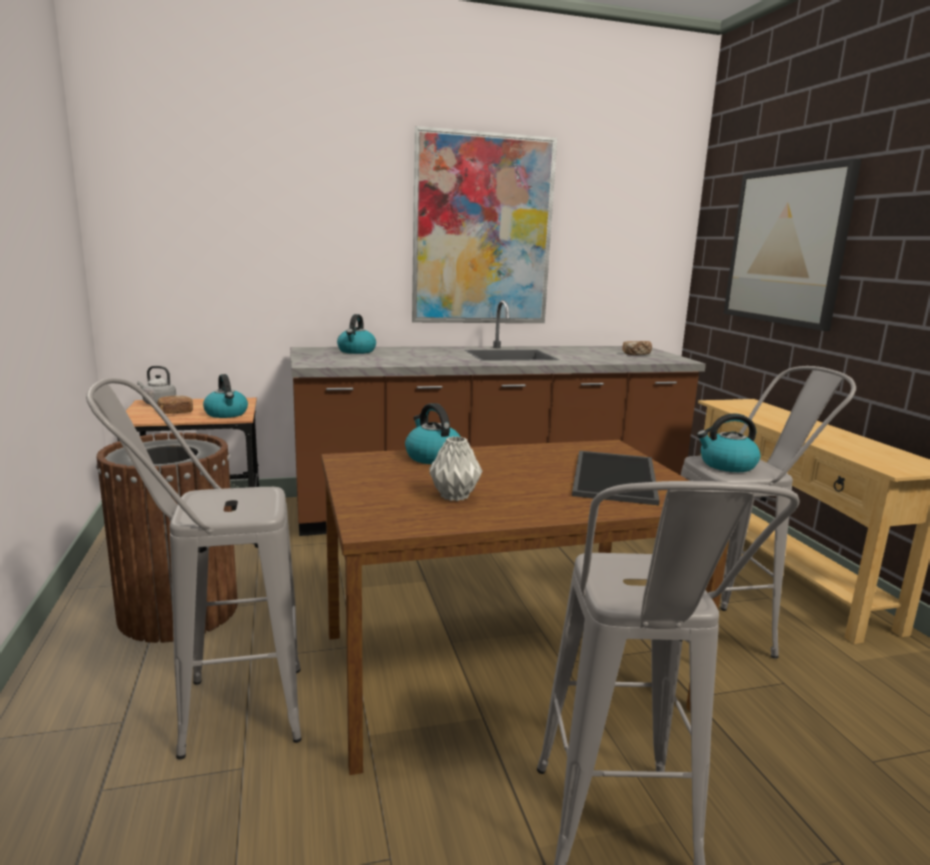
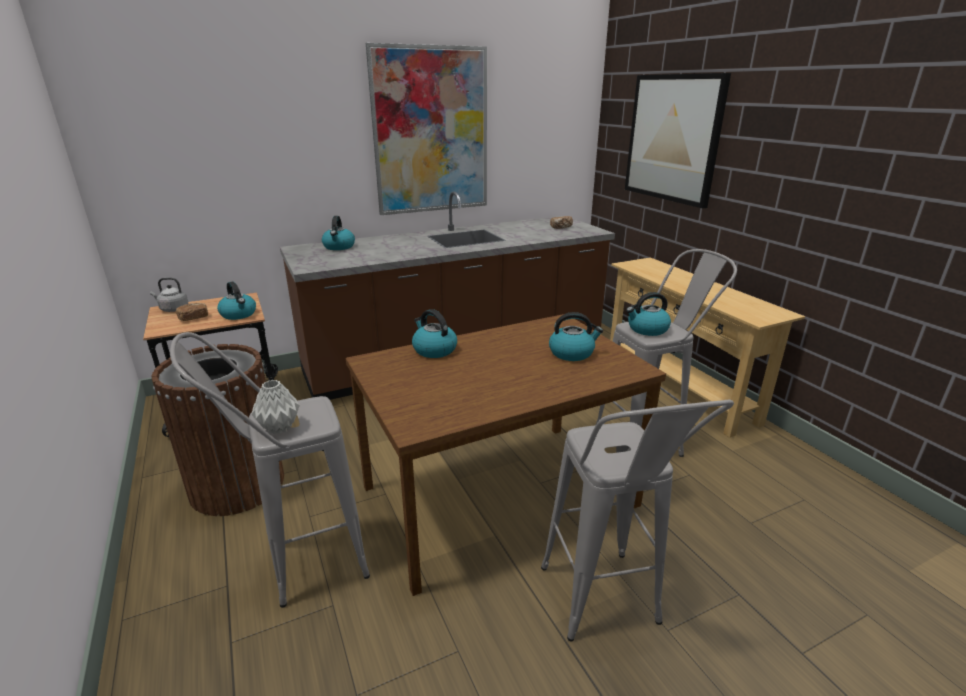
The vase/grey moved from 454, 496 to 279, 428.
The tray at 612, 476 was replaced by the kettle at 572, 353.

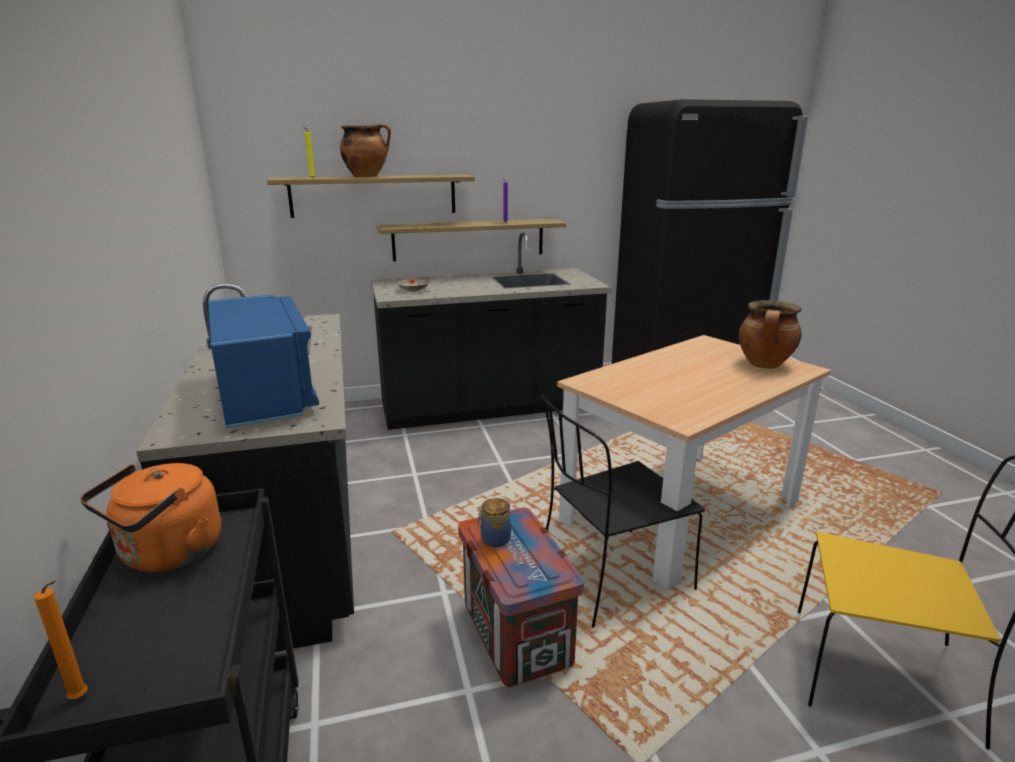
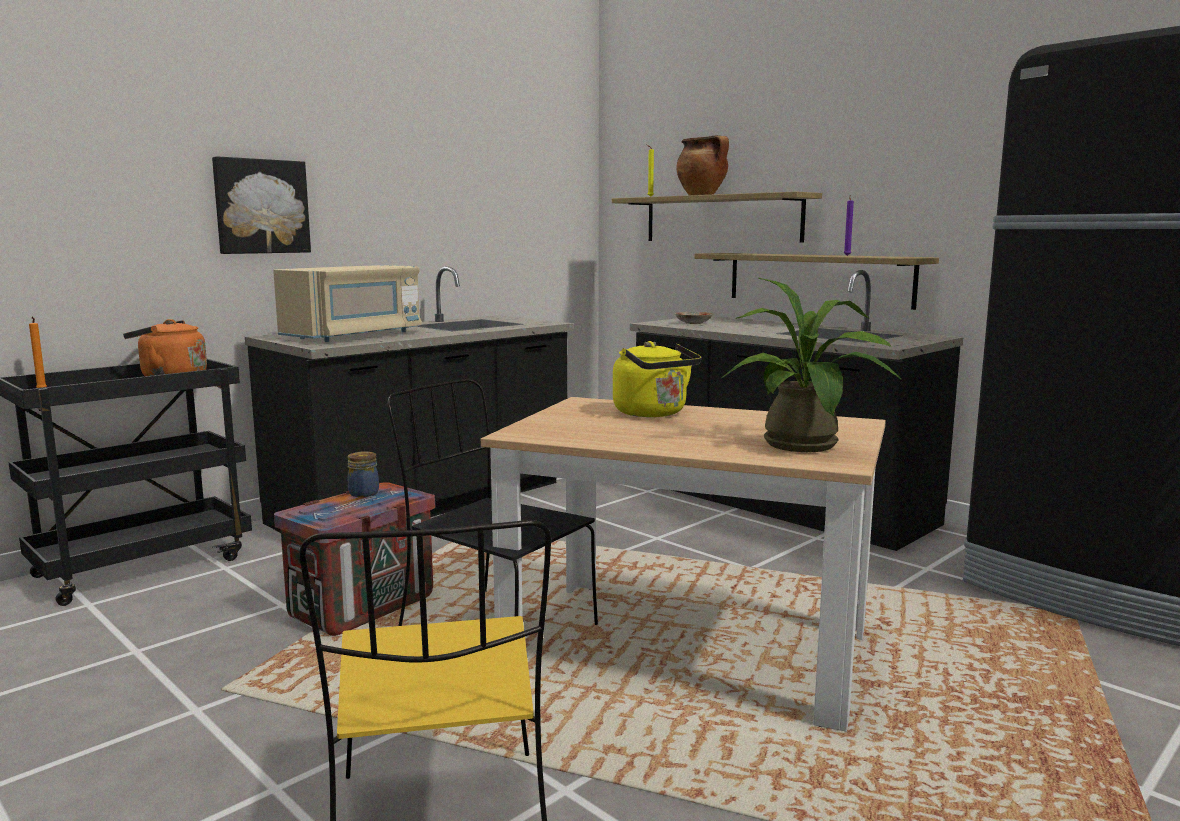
The picture at 261, 206 appeared.
The kettle/yellow at 653, 413 appeared.
The cooking pot at 765, 365 was replaced by the potted plant at 805, 447.
The microwave/blue at 265, 395 became the microwave/beige at 355, 336.

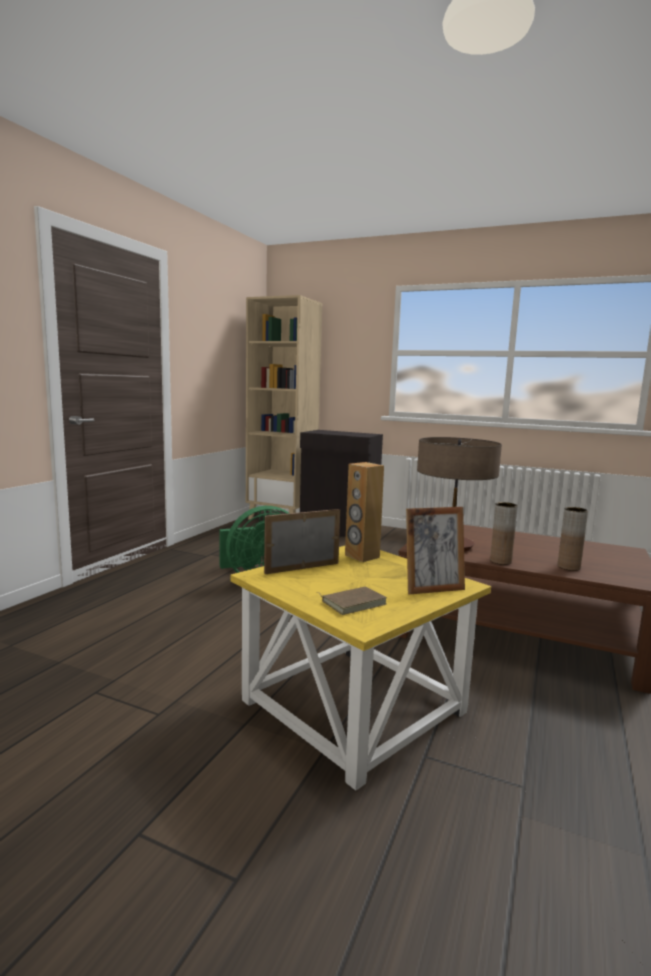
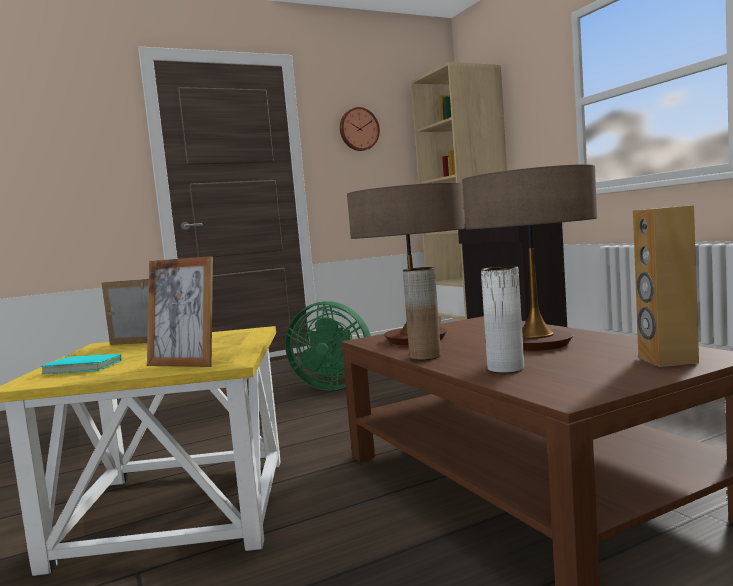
The wall clock at 358, 129 appeared.
The table lamp at 536, 344 appeared.
The speaker/brown moved from 361, 556 to 666, 360.
The book/brown at 353, 602 became the book/turquoise at 84, 367.
The vase/brown at 568, 567 became the vase/white at 505, 368.

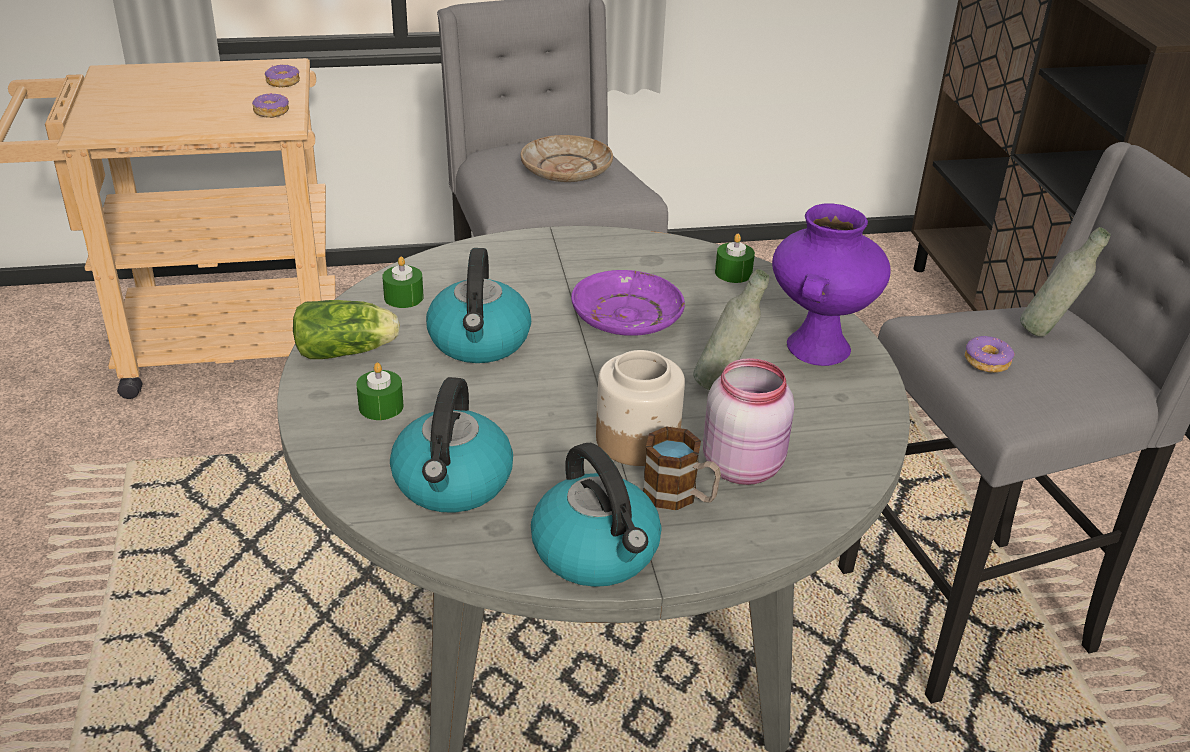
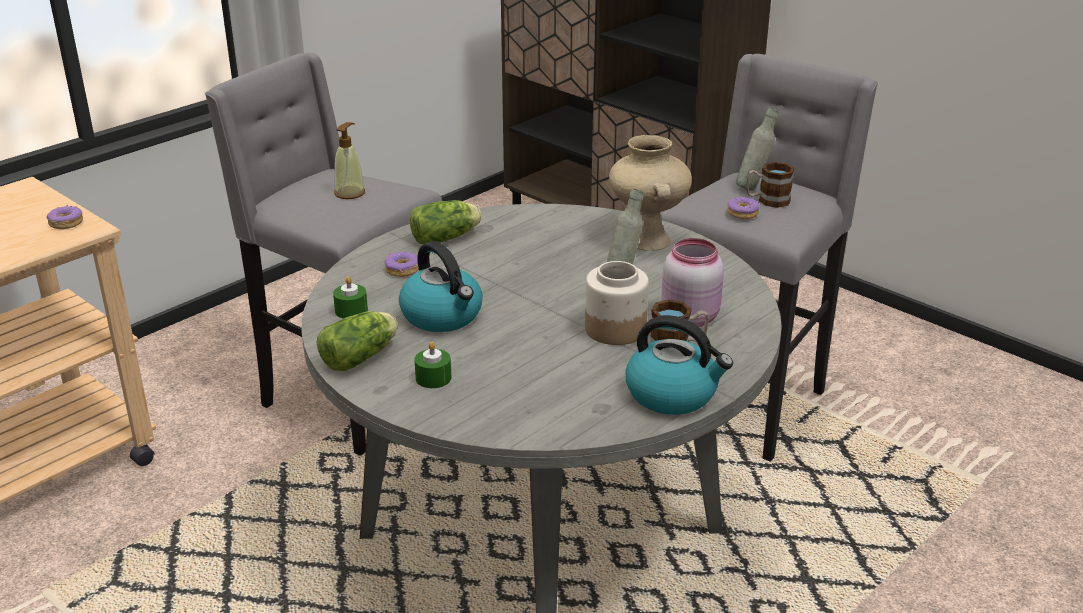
The kettle at 453, 483 disappeared.
The plate/purple at 626, 316 disappeared.
The candle/green at 733, 273 disappeared.
The lettuce at 447, 238 appeared.
The mug at 767, 200 appeared.
The donut moved from 282, 82 to 402, 270.
The plate/beige at 566, 170 was replaced by the soap dispenser at 350, 193.
The vase/purple at 817, 346 became the vase/beige at 646, 240.

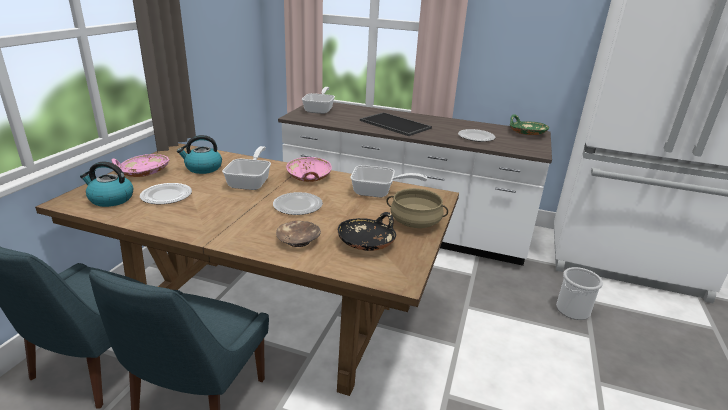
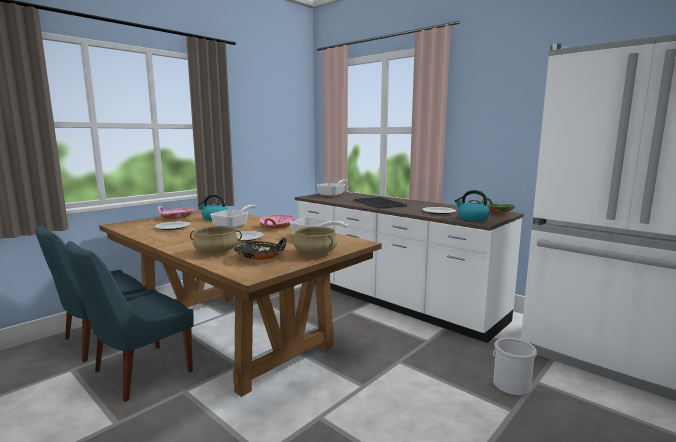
The kettle moved from 110, 199 to 472, 218.
The bowl/brown at 298, 240 was replaced by the cooking pot/beige at 216, 251.

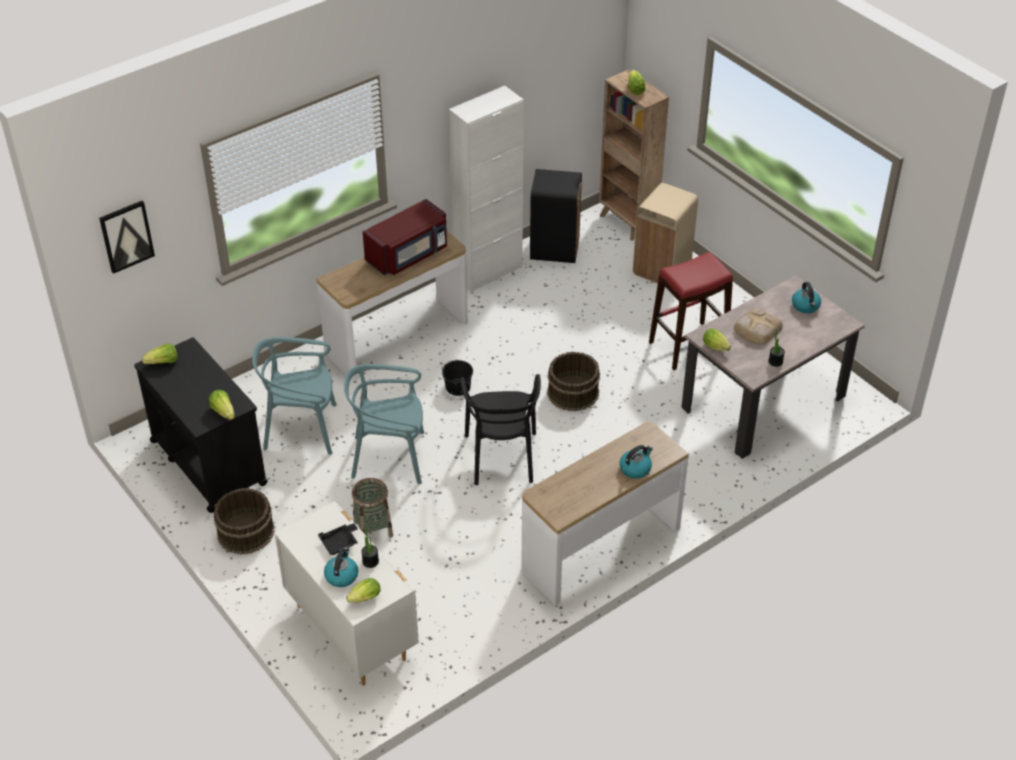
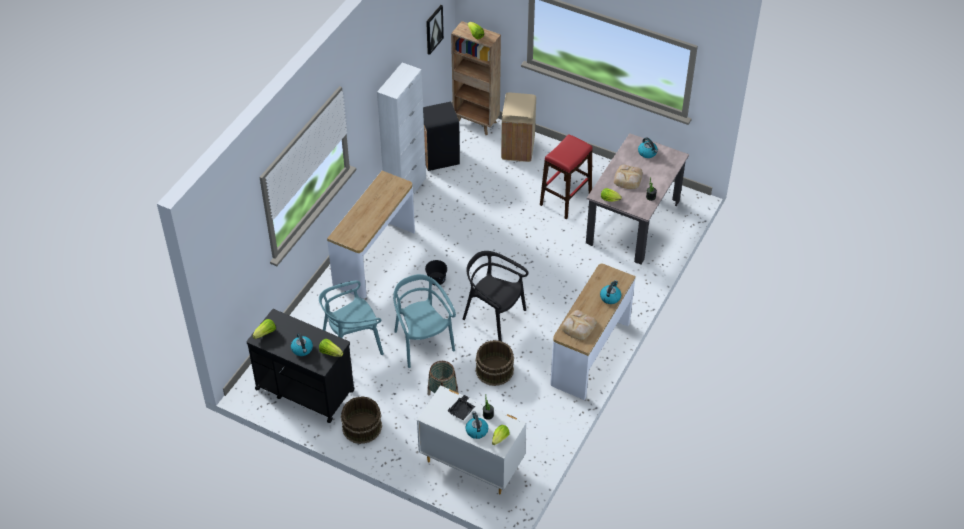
The microwave/red at 408, 255 disappeared.
The kettle at 302, 349 appeared.
The bread at 578, 327 appeared.
The picture moved from 126, 236 to 434, 29.
The bucket/brown moved from 572, 392 to 494, 370.
The chair/turquoise at 389, 457 turned 90 degrees clockwise.
The chair/black at 501, 457 turned 150 degrees clockwise.

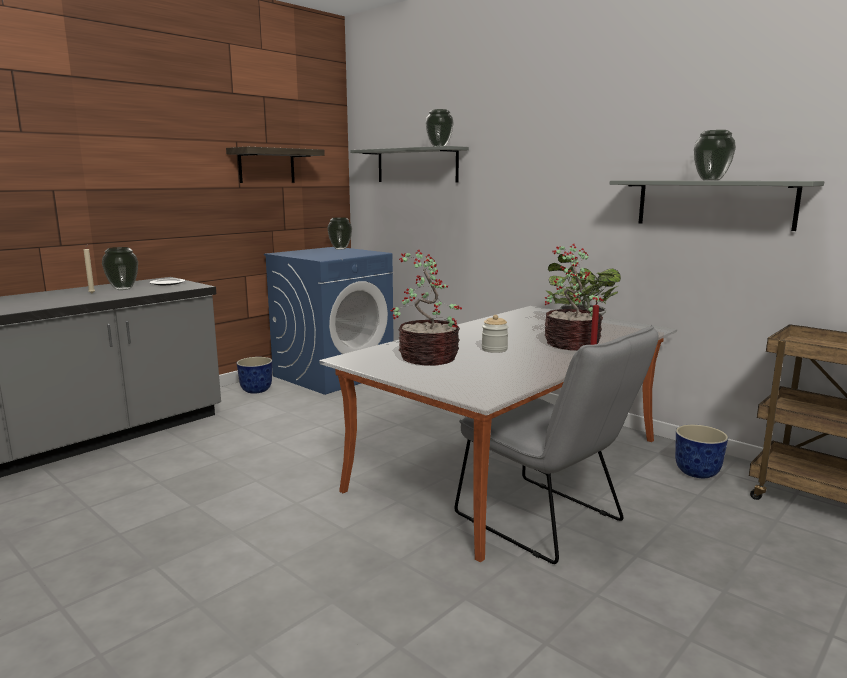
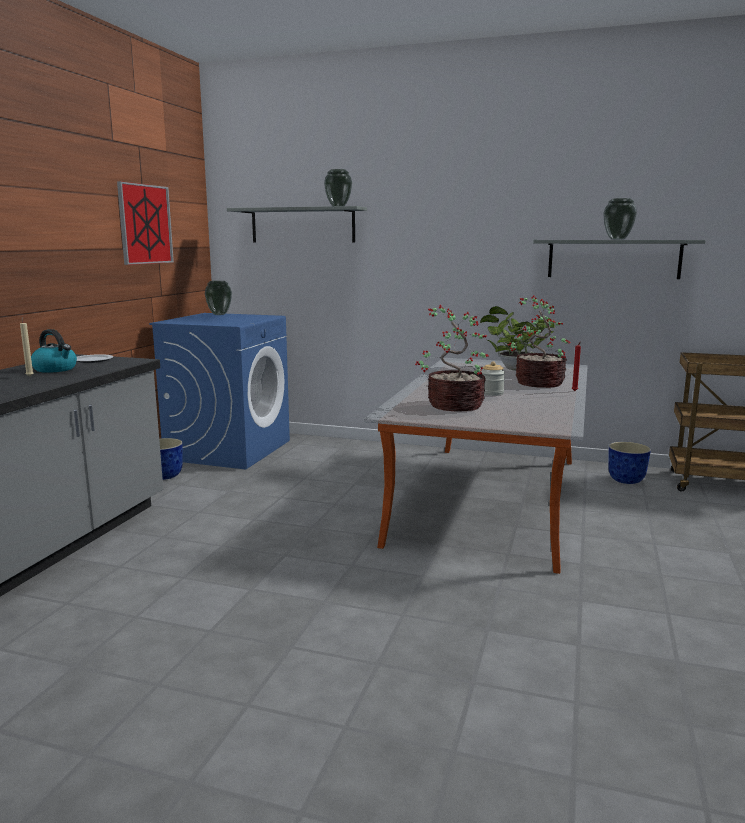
The chair/grey at 547, 522 disappeared.
The vase at 123, 289 was replaced by the kettle at 55, 369.
The shelf at 266, 166 was replaced by the picture at 145, 224.

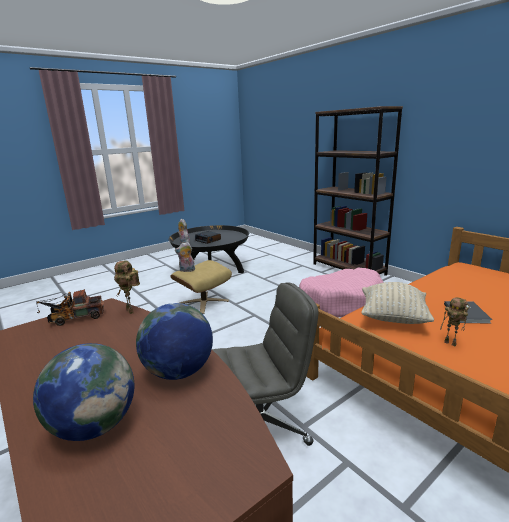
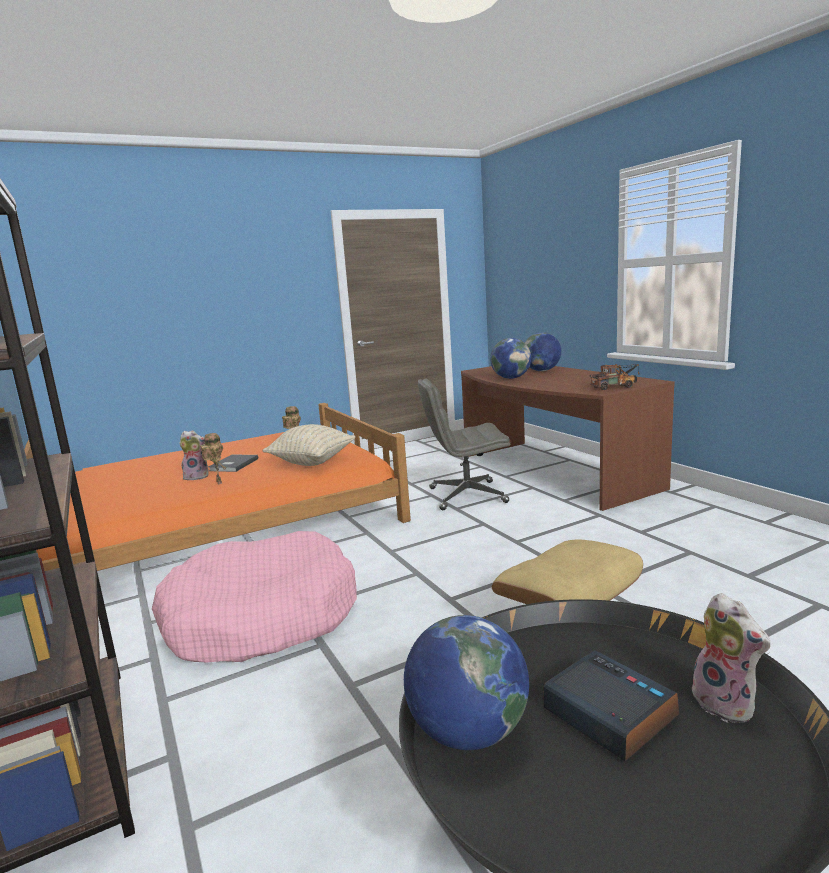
The globe at 468, 732 appeared.
The toy robot moved from 131, 311 to 217, 482.
The plush toy moved from 187, 271 to 197, 476.

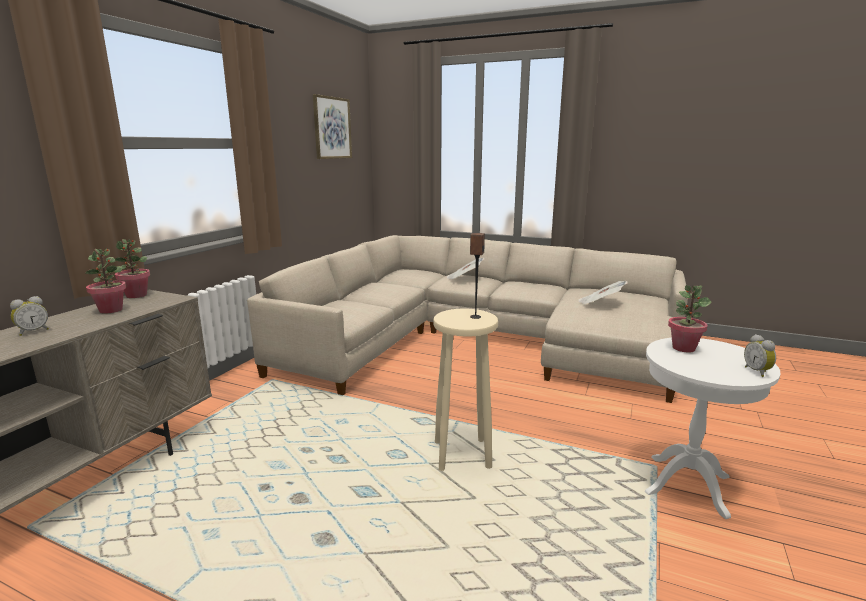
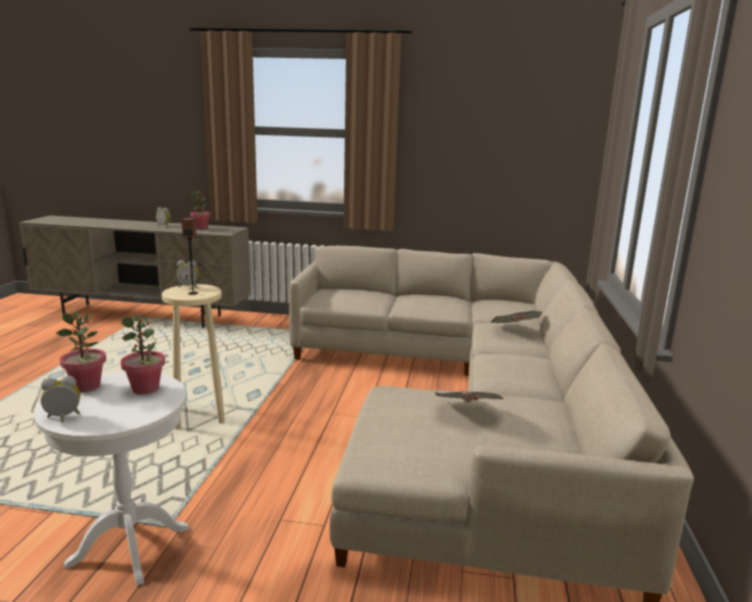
The picture at 332, 128 disappeared.
The alarm clock at 188, 286 appeared.
The potted plant moved from 137, 295 to 87, 386.

